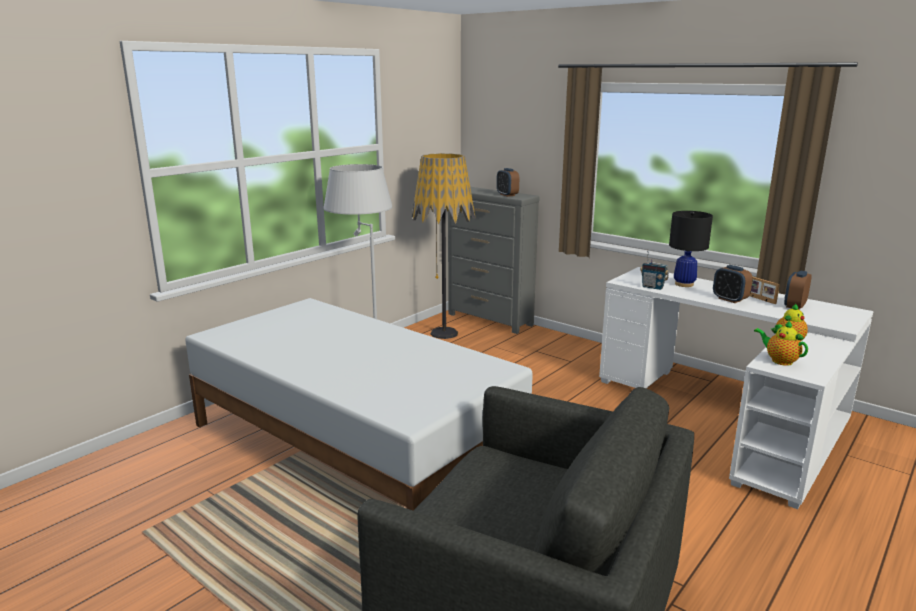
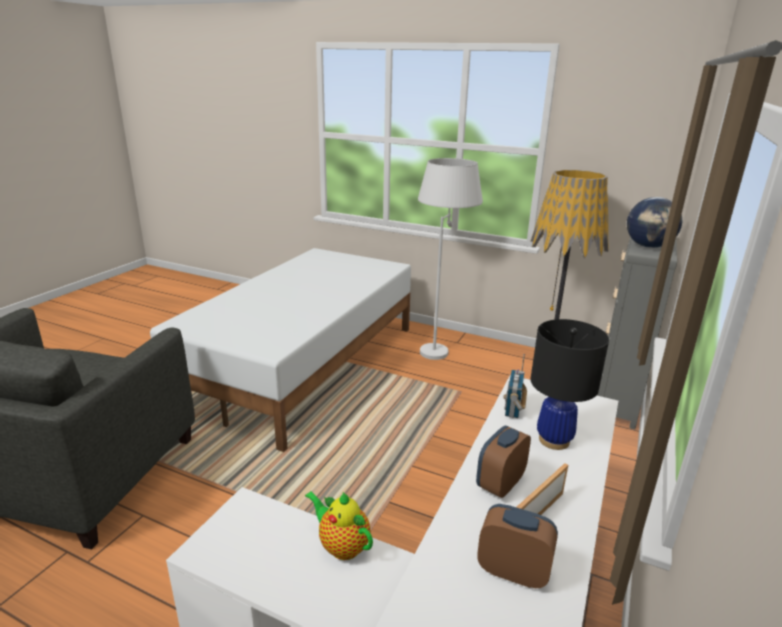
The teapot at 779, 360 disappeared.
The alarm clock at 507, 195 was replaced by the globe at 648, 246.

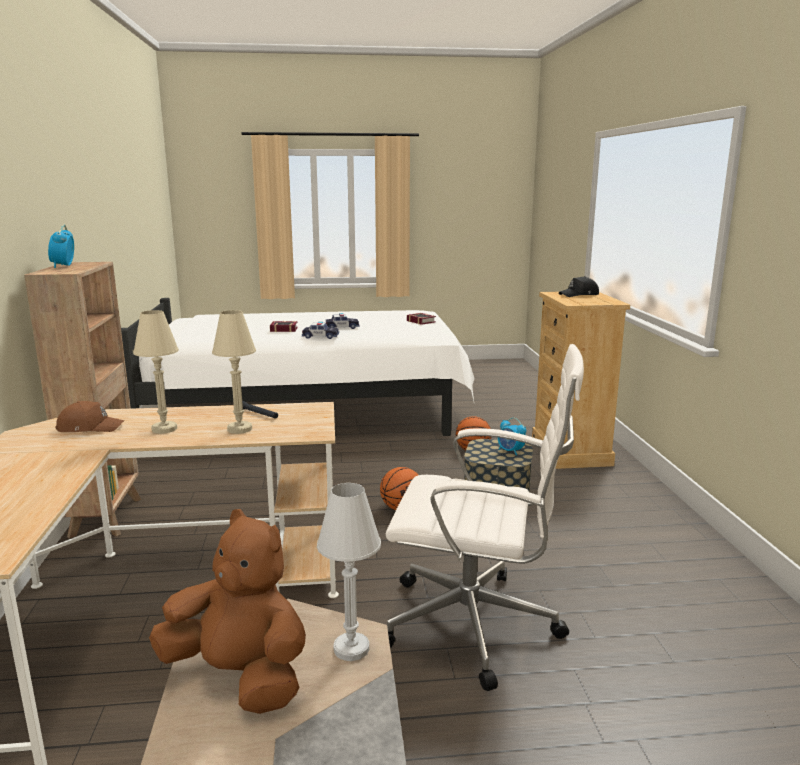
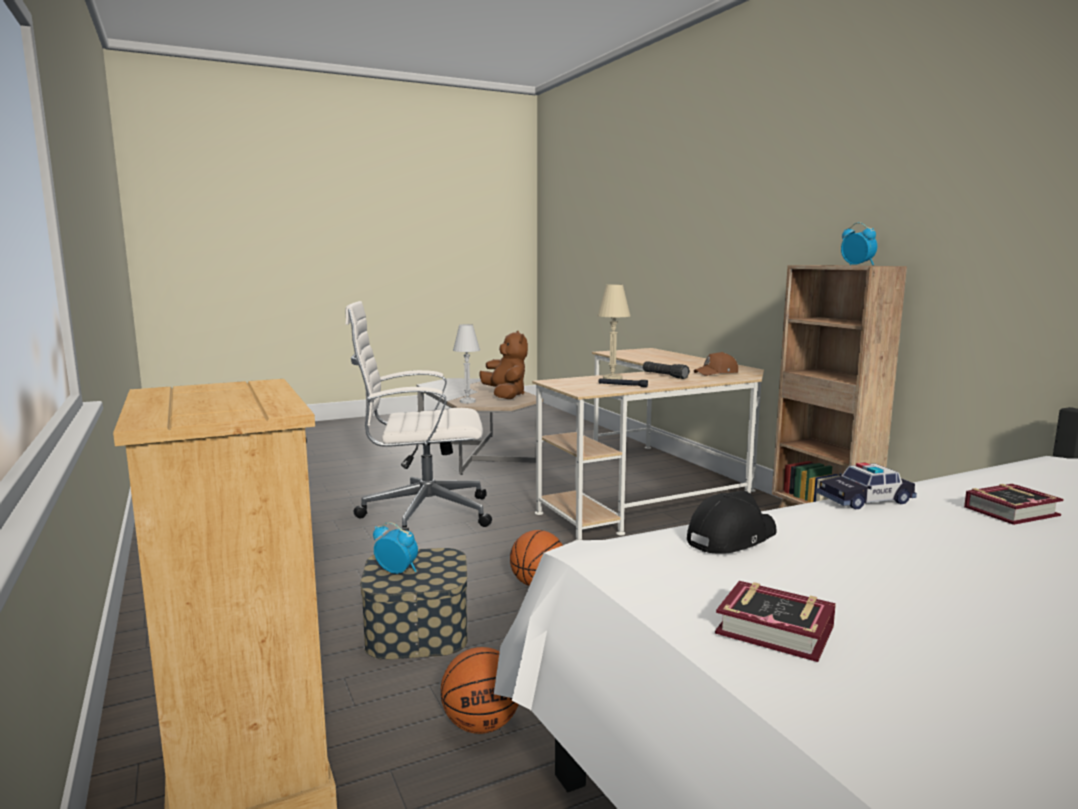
The toy car at 342, 327 disappeared.
The cap/black moved from 579, 295 to 730, 538.
The table lamp/beige at 164, 429 was replaced by the flashlight/black at 664, 376.
The plush toy/brown at 240, 676 turned 120 degrees counterclockwise.

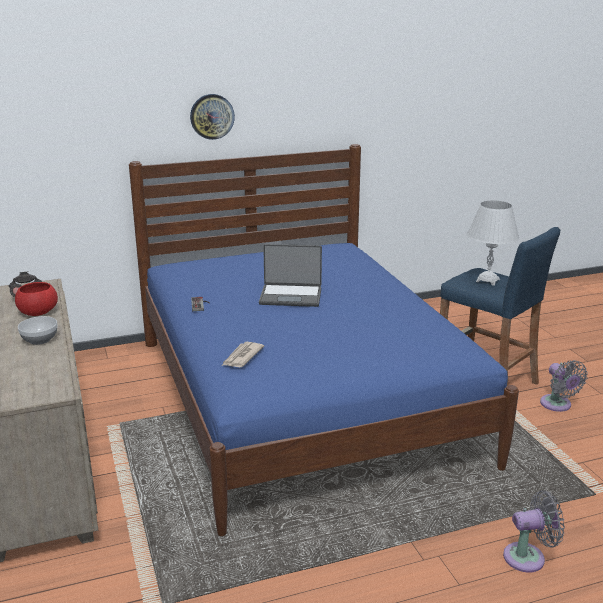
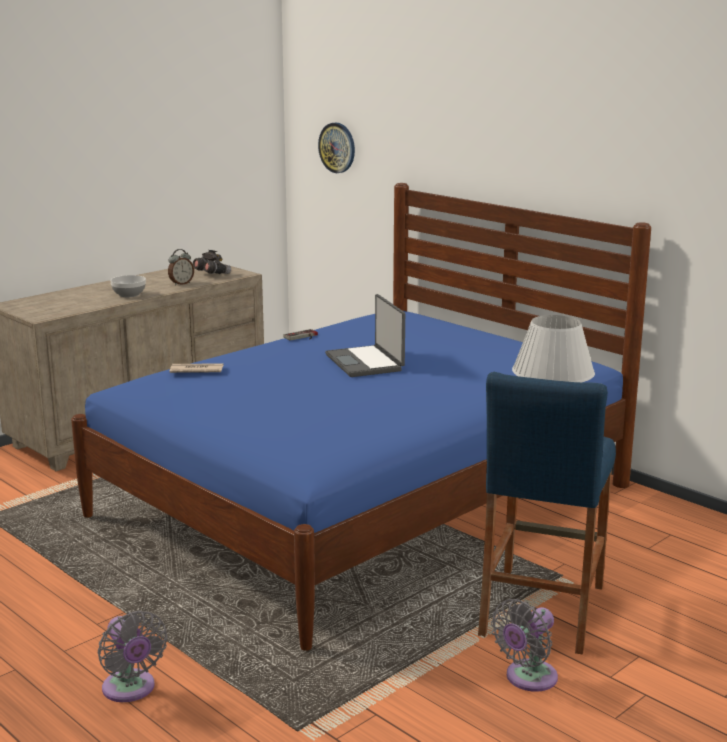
The wall clock moved from 212, 116 to 337, 147.
The bowl/red at 38, 312 was replaced by the alarm clock at 181, 283.

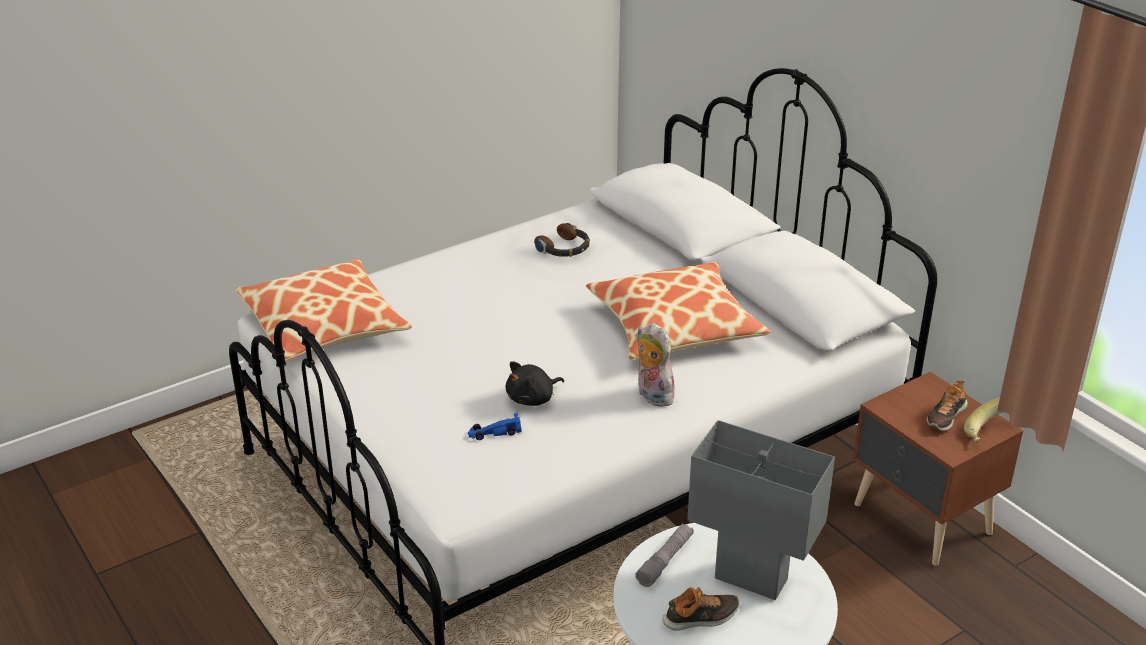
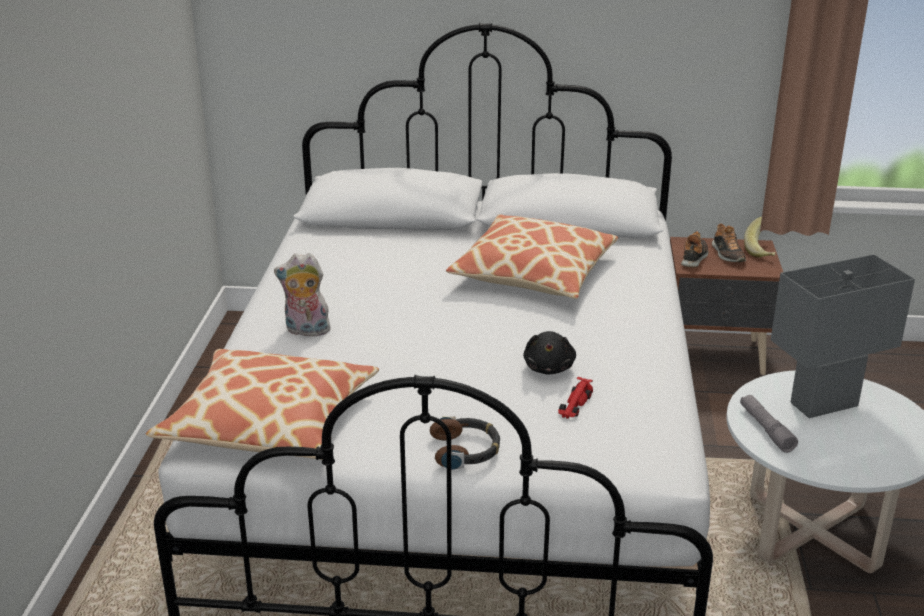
The headphones moved from 564, 248 to 466, 450.
The plush toy moved from 652, 395 to 306, 331.
The shoe moved from 701, 618 to 694, 257.
The toy car/blue at 494, 432 became the toy car/red at 575, 405.

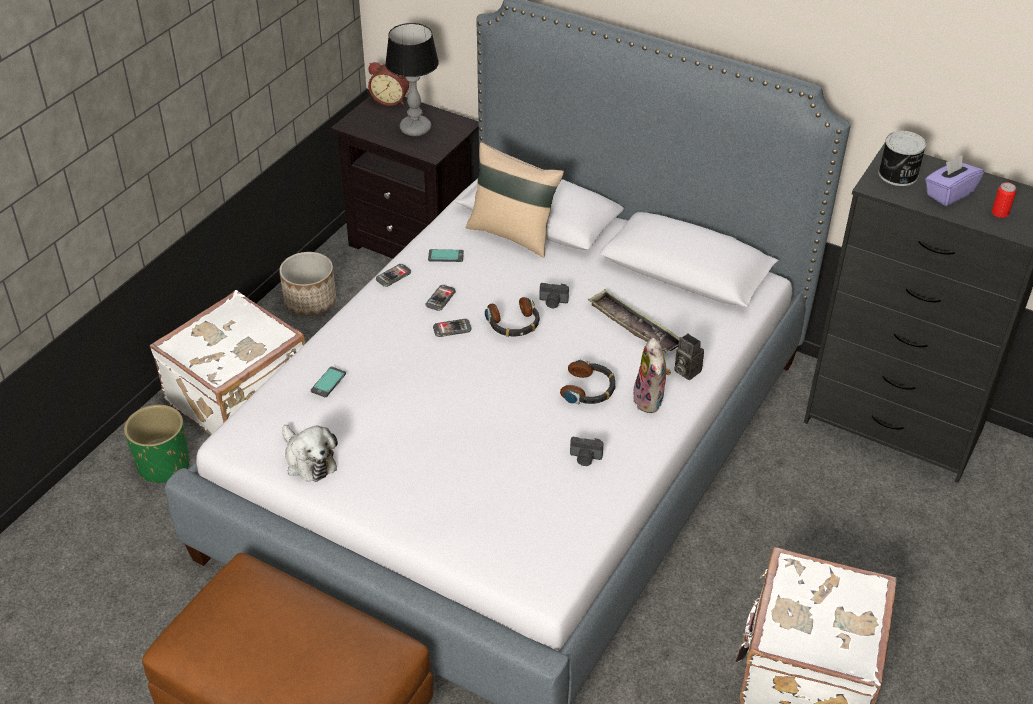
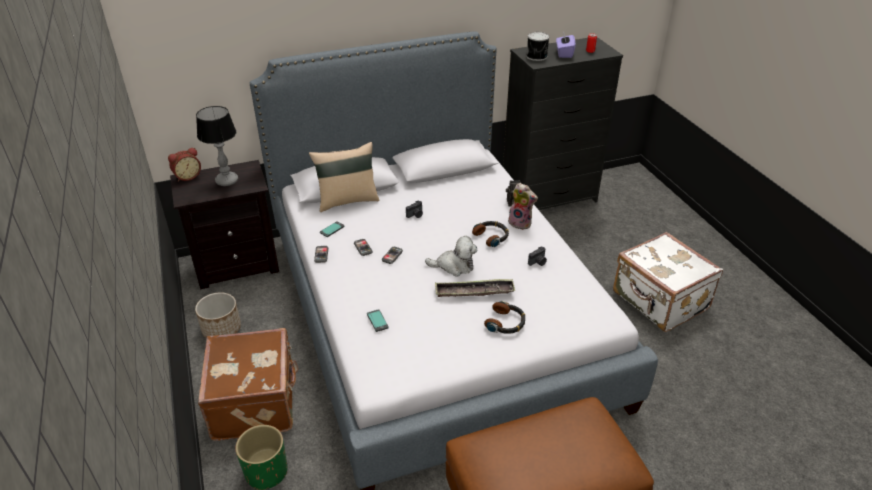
The plush toy moved from 308, 460 to 454, 266.
The headphones moved from 513, 324 to 506, 323.
The tray moved from 634, 326 to 474, 291.
The suitcase/white at 240, 397 became the suitcase/brown at 256, 402.

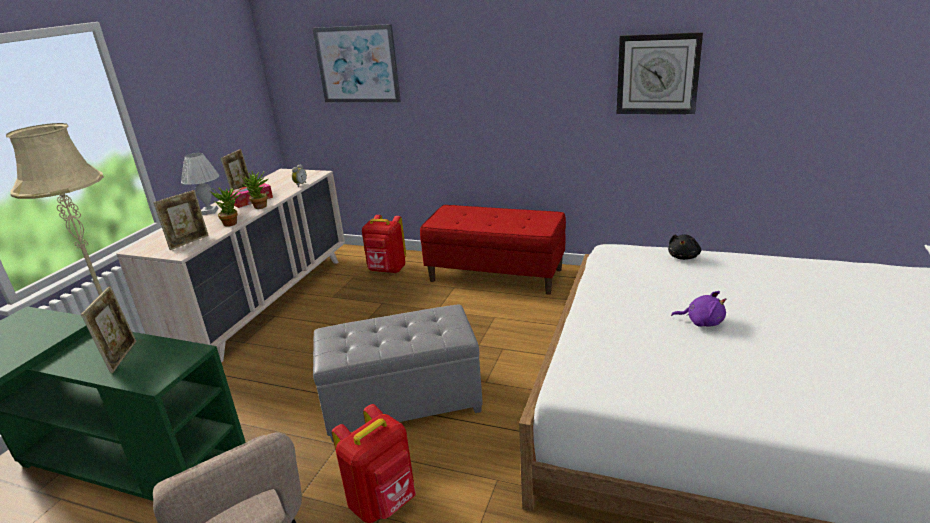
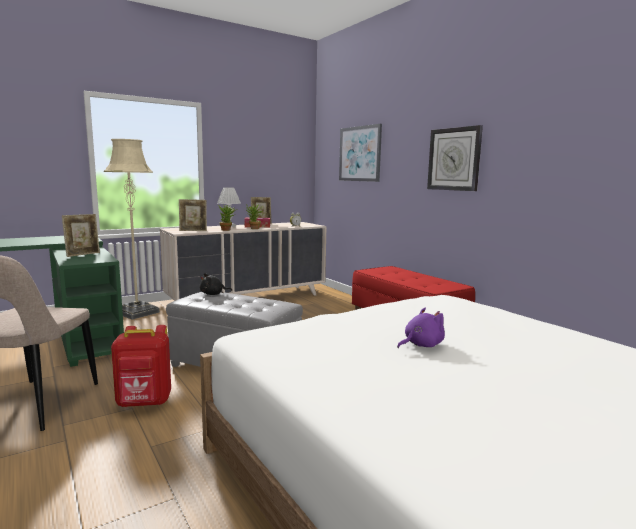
The backpack/red at 387, 270 disappeared.
The wall clock moved from 657, 74 to 454, 159.
The plush toy/black moved from 683, 257 to 213, 294.
The plush toy/purple at 701, 322 turned 90 degrees counterclockwise.

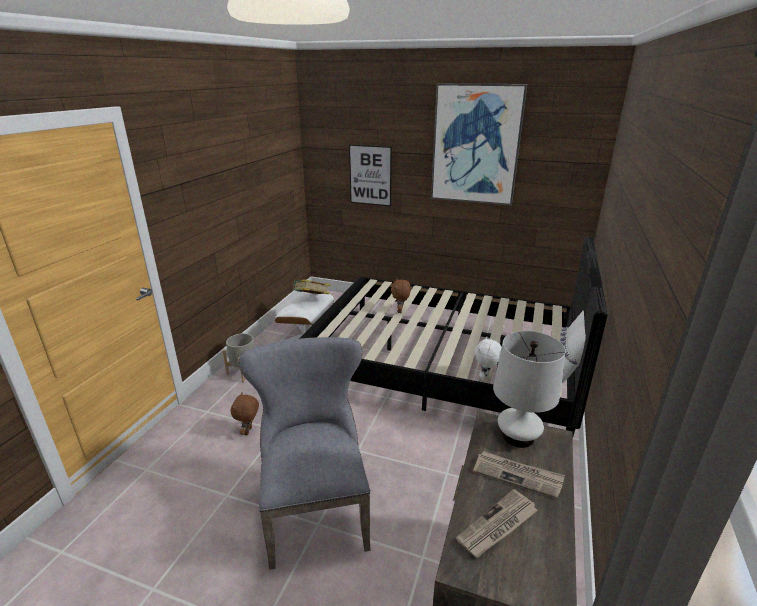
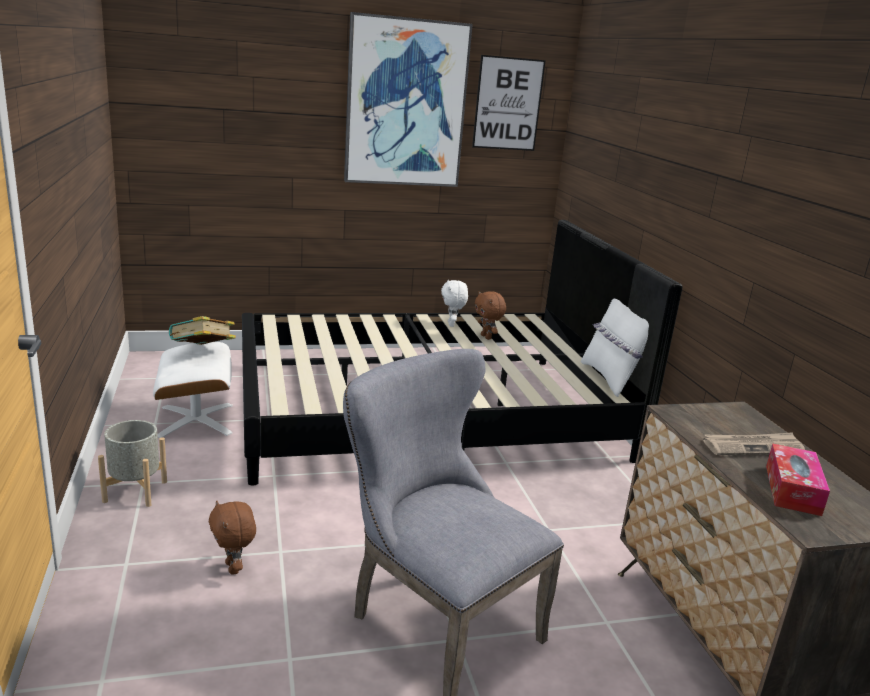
The table lamp/white at 518, 436 disappeared.
The picture moved from 370, 175 to 508, 104.
The plush toy/brown moved from 400, 311 to 487, 337.
The plush toy/white moved from 485, 378 to 452, 324.
The newspaper at 497, 526 was replaced by the tissue box at 792, 490.

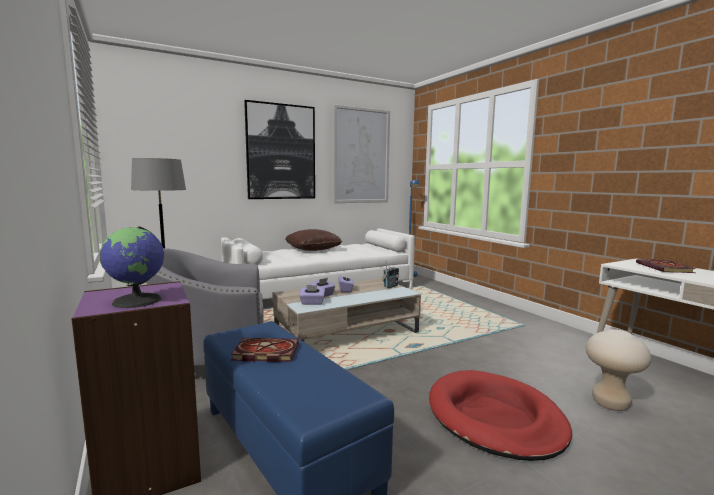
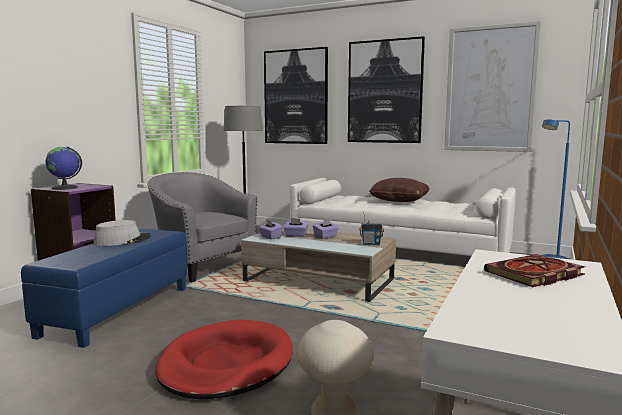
The picture at 296, 97 appeared.
The book at 264, 353 was replaced by the hat/grey at 122, 240.

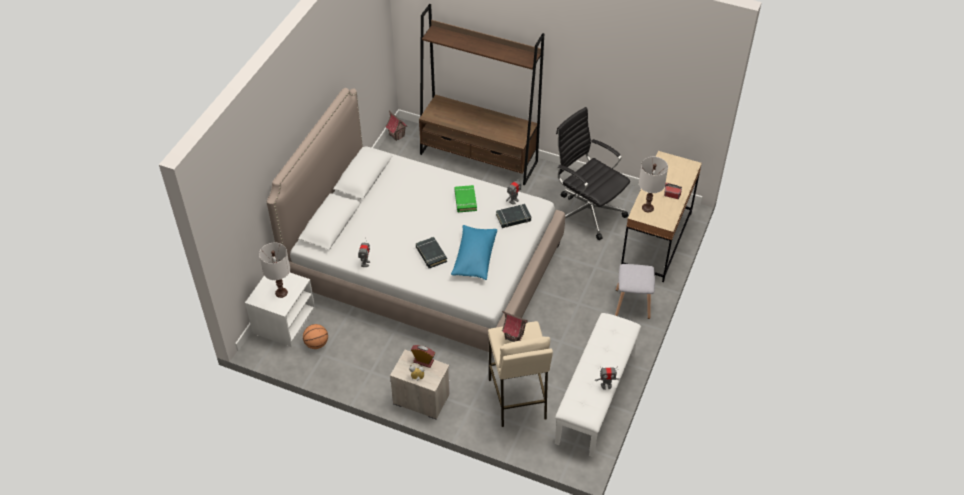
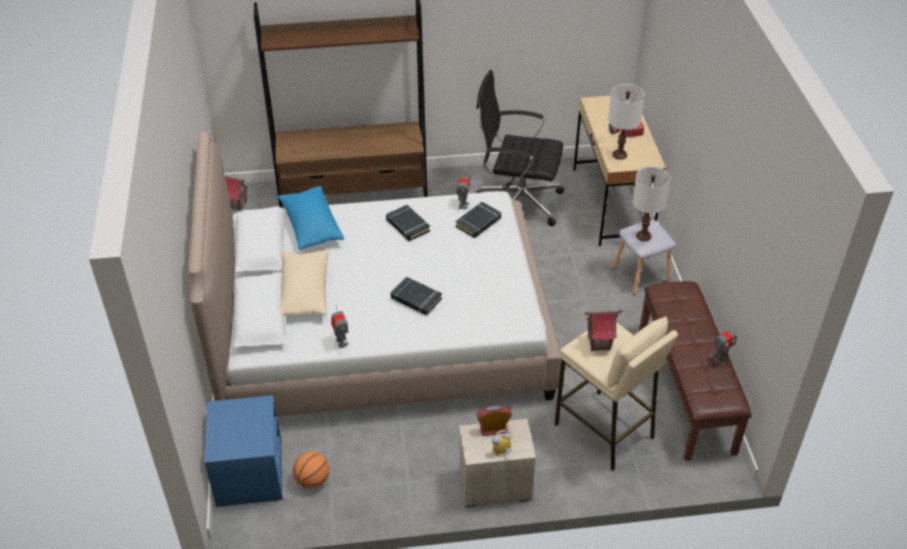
The pillow/beige at 304, 292 appeared.
The table lamp/white moved from 281, 292 to 643, 236.
The pillow/blue moved from 474, 258 to 311, 226.
The nightstand/white at 284, 321 became the nightstand/blue at 248, 472.
The book/green at 465, 200 became the book/black at 407, 225.
The bench/white at 596, 397 became the bench/brown at 686, 389.

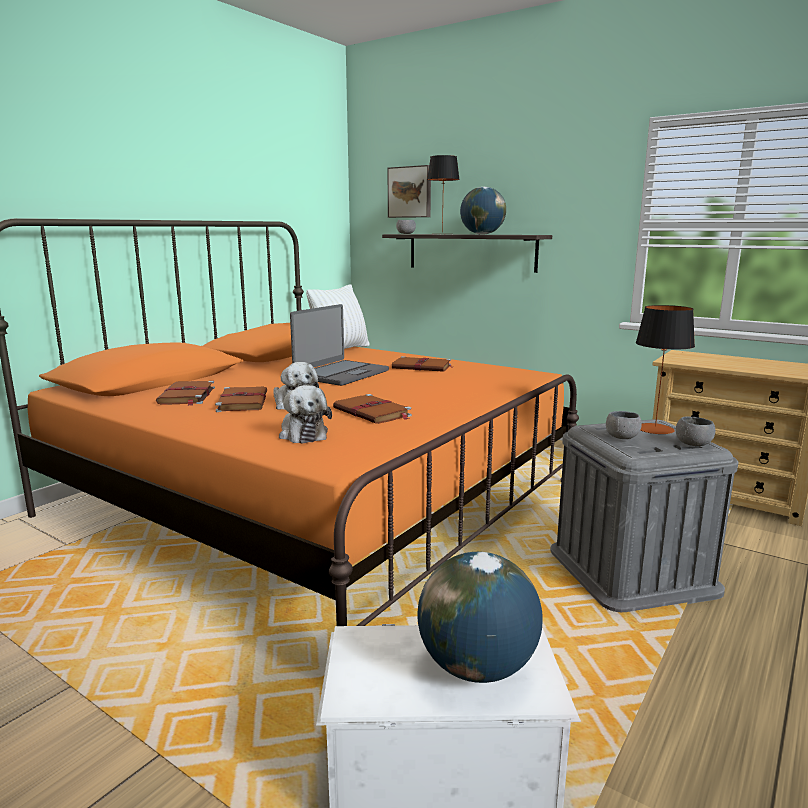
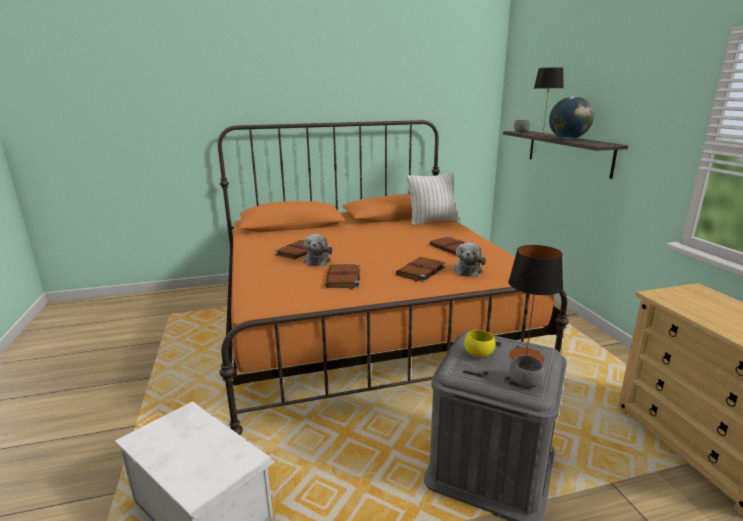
The laptop at 341, 374 disappeared.
The picture at 410, 192 disappeared.
The globe at 478, 667 disappeared.
The book/brown moved from 187, 396 to 420, 271.
The plush toy moved from 302, 434 to 467, 270.
The bowl/grey at 622, 437 became the bowl/yellow at 479, 354.

